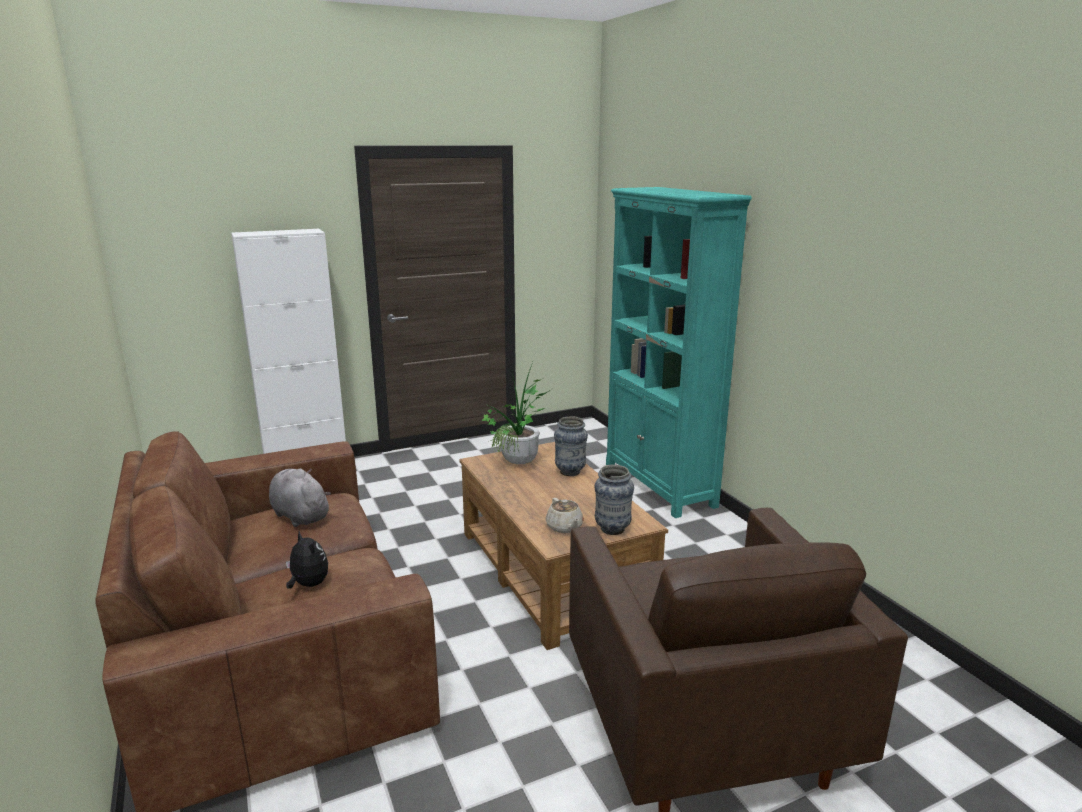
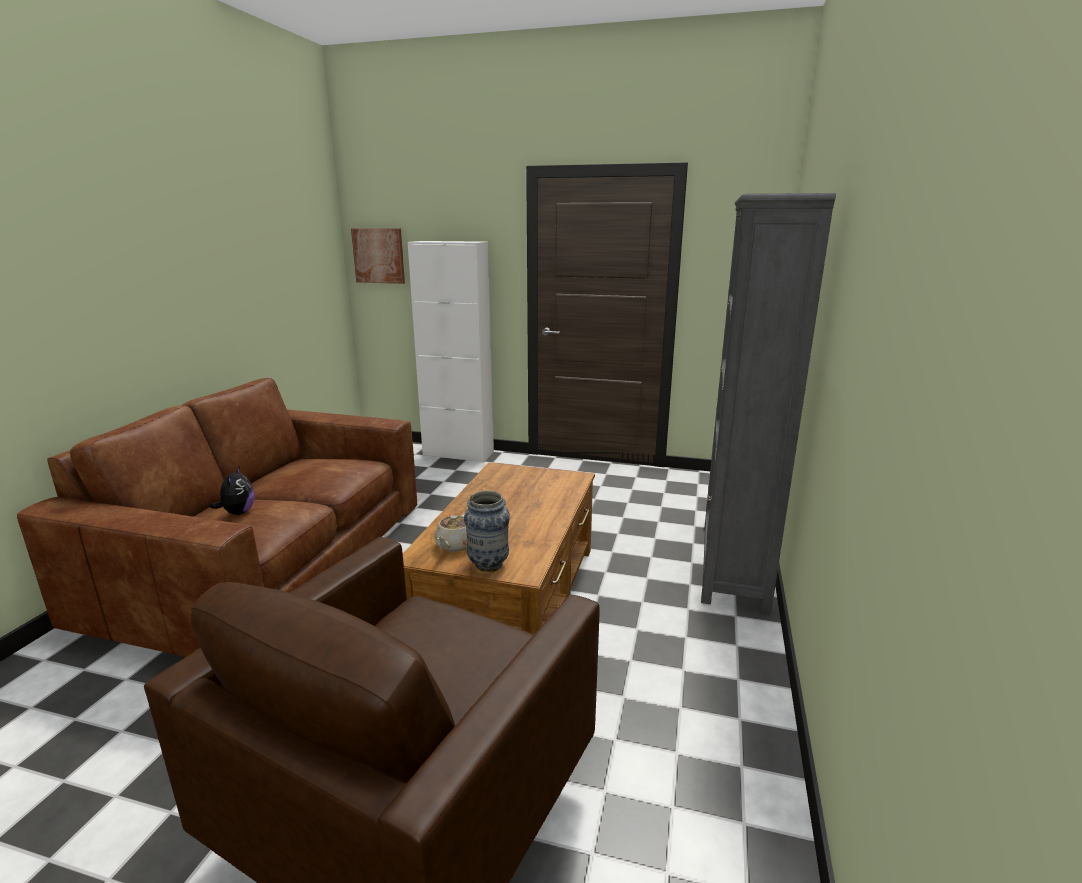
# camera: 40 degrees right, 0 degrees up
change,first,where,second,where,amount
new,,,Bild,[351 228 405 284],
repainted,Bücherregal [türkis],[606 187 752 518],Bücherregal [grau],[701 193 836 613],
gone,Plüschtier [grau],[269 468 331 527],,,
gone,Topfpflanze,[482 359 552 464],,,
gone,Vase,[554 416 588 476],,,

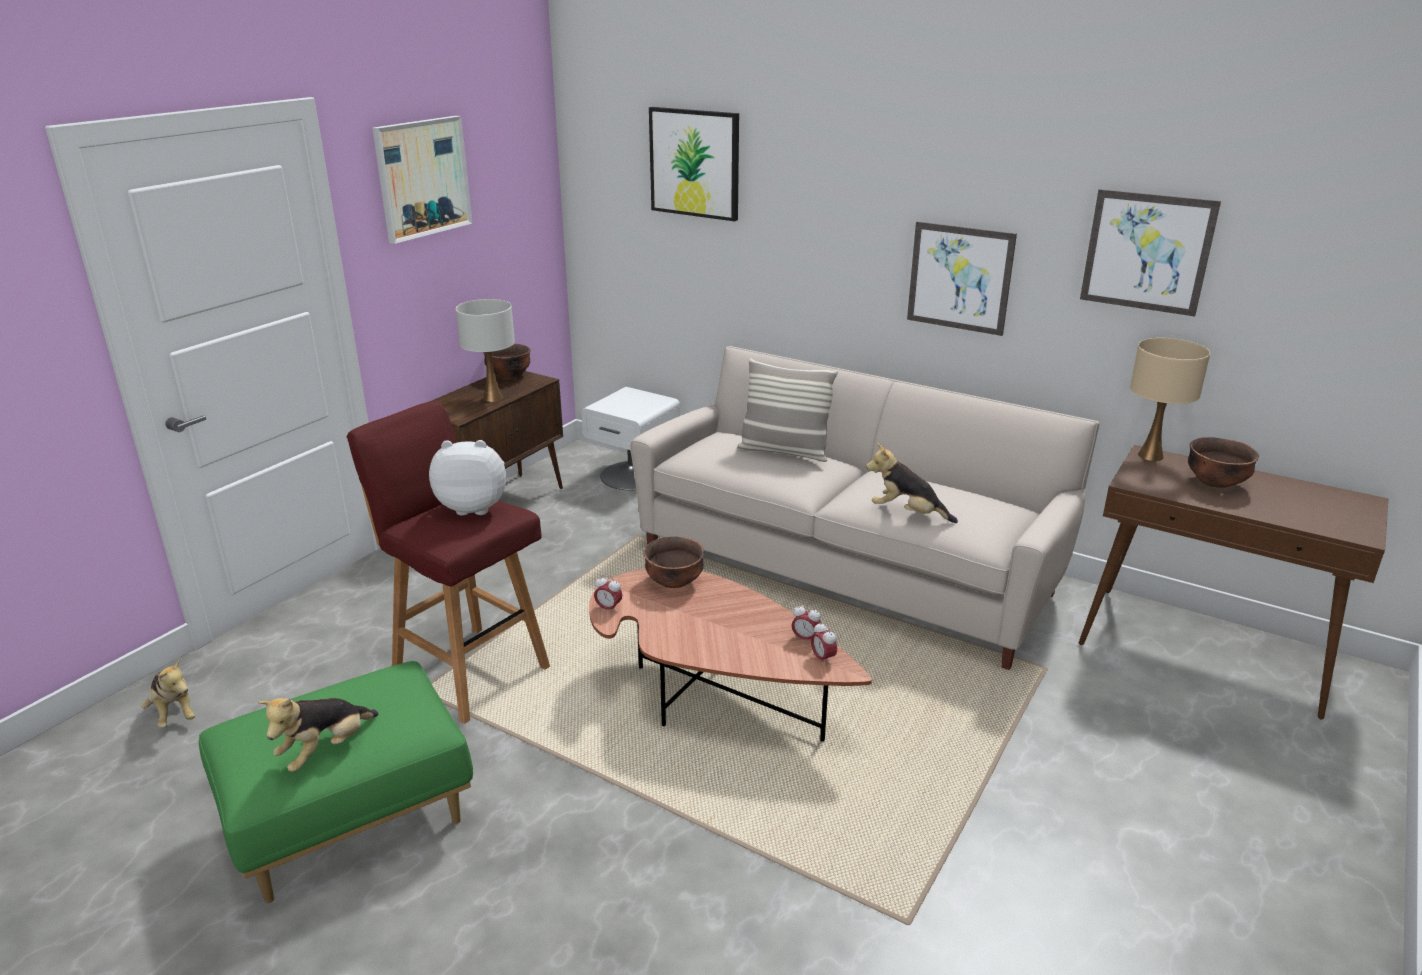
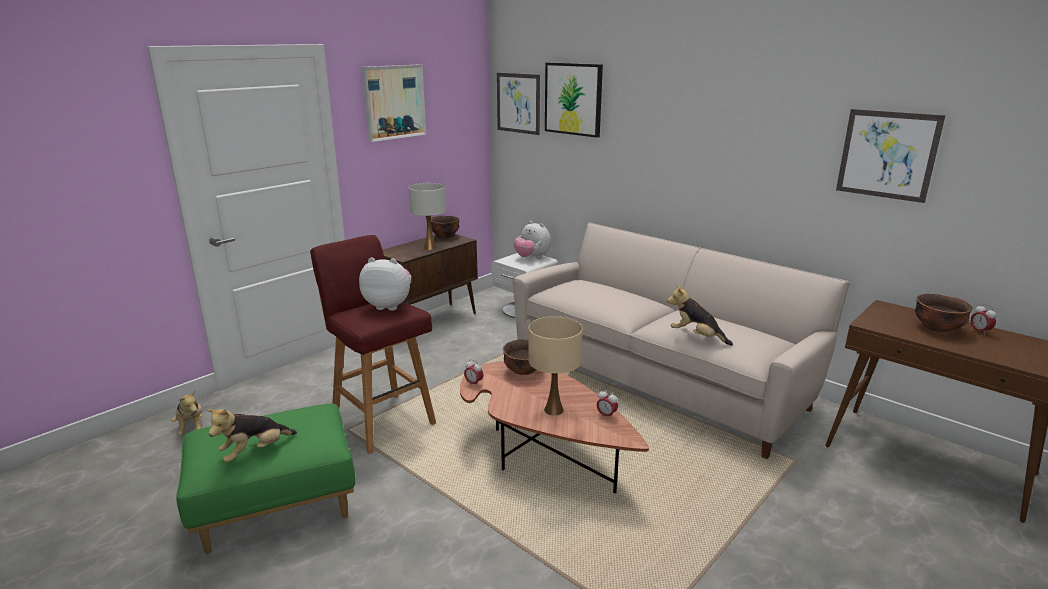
# camera: 10 degrees right, 5 degrees down
change,first,where,second,where,amount
shifted,Bild,[907 221 1017 336],,[497 73 540 135],
new,,,Plüschtier,[513 221 551 258],
shifted,Tischlampe [beige],[1130 338 1210 461],,[528 316 583 416],
shifted,Wecker,[811 622 837 666],,[971 304 997 334],
gone,Kissen,[737 358 838 462],,,

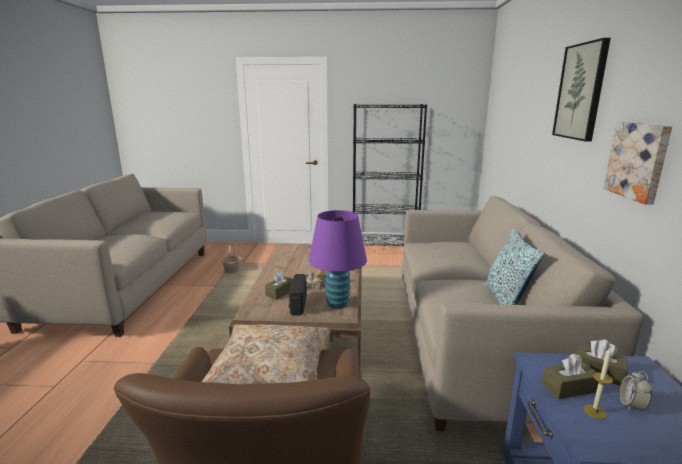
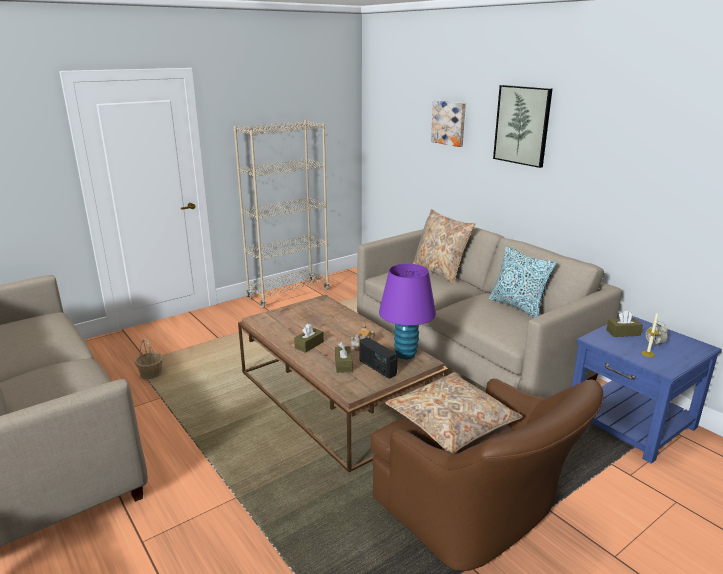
# camera: 40 degrees left, 5 degrees up
change,first,where,second,where,amount
repainted,Bücherregal [schwarz],[353 104 427 246],Bücherregal [beige],[234 120 329 308],
shifted,Taschentuchbox [braun],[542 353 599 399],,[294 324 324 353],
new,,,Kissen [beige],[412 209 475 284],
shifted,Bild,[603 122 672 205],,[431 100 466 147],

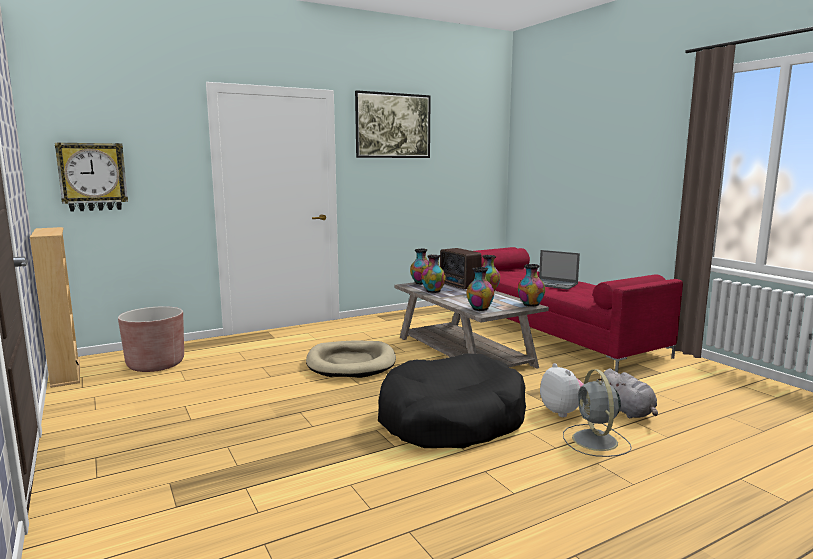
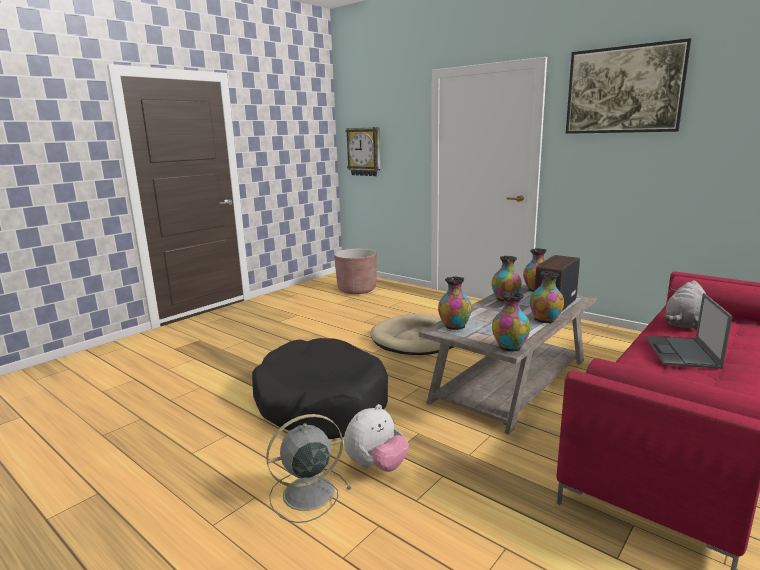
# camera: 70 degrees right, 5 degrees up
change,first,where,second,where,amount
shifted,Plüschtier [grau],[597 369 658 418],,[664 280 707 330],
gone,Bücherregal [beige],[30 227 80 388],,,

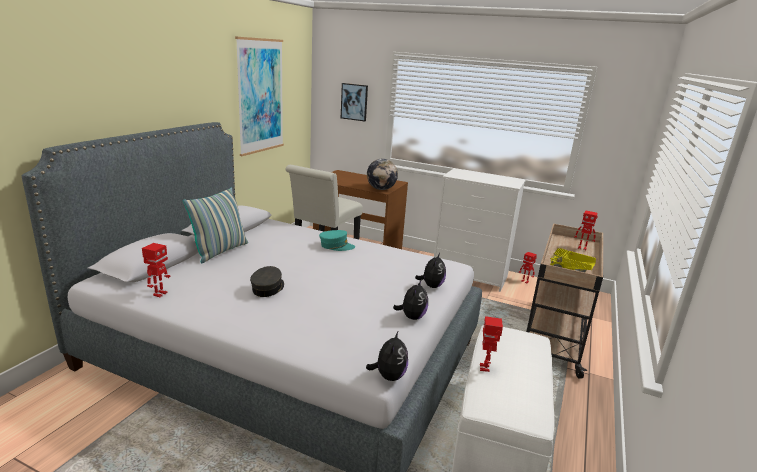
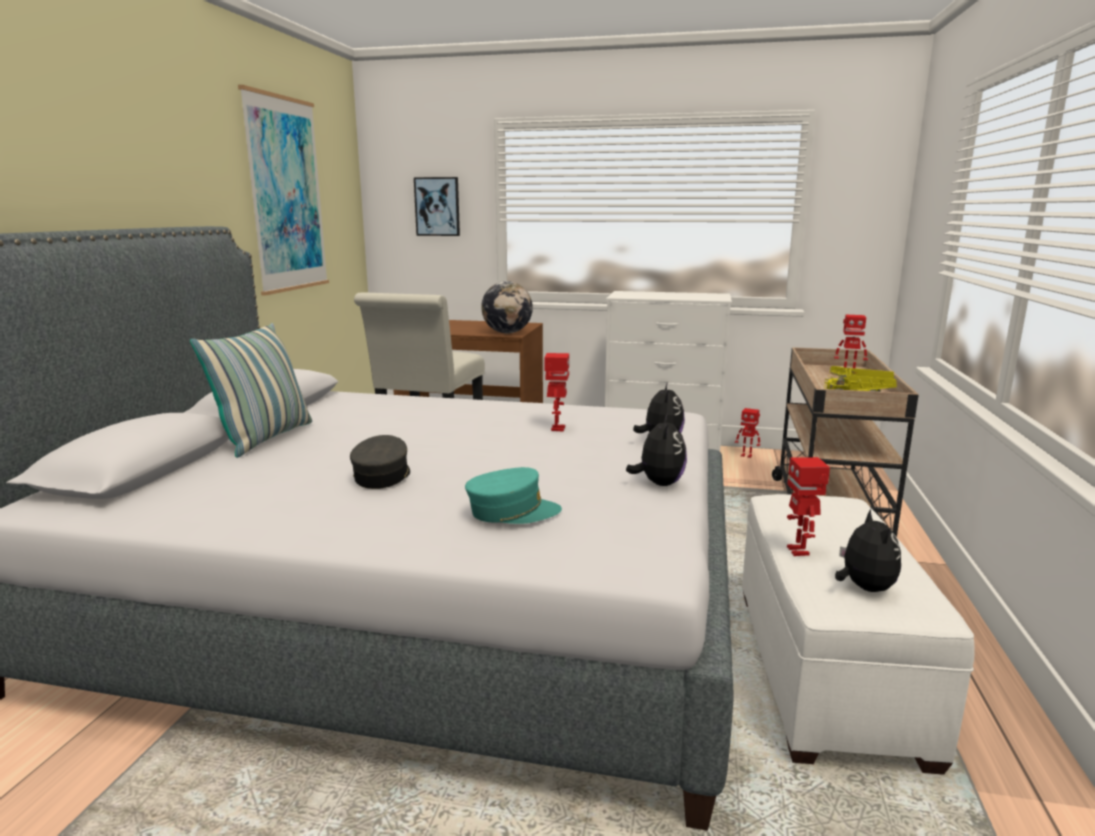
# camera: 10 degrees left, 5 degrees down
change,first,where,second,where,amount
shifted,Kappe [türkis],[319 230 355 251],,[465 467 562 524],
shifted,Spielzeugroboter,[142 243 170 297],,[544 353 570 432],
shifted,Plüschtier,[366 330 408 381],,[835 509 901 592],

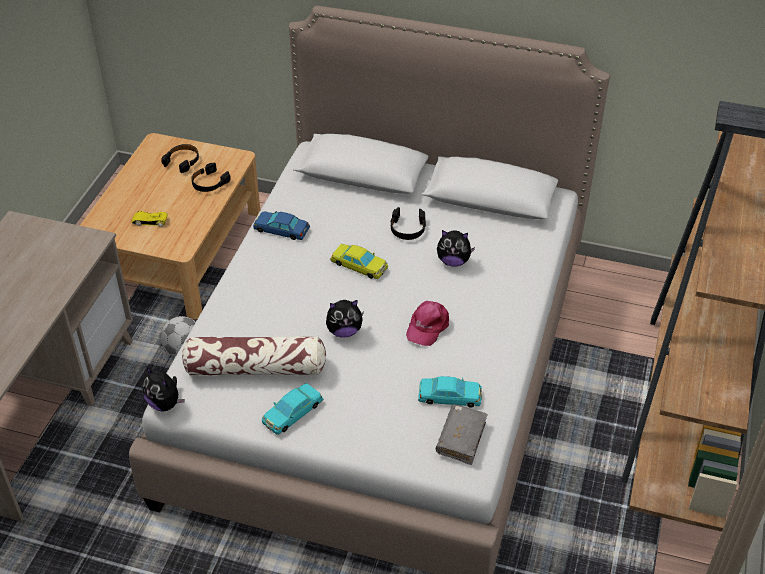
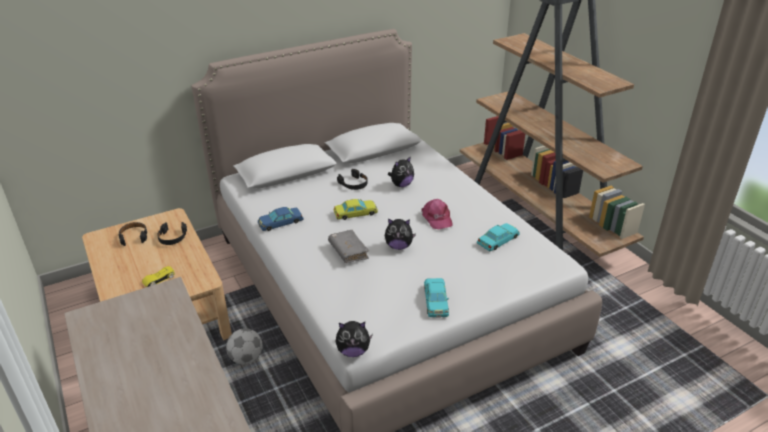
# camera: 45 degrees left, 10 degrees down
change,first,where,second,where,amount
shifted,Buch [grau],[436 404 488 465],,[328 230 369 263],
rotated,Plüschtier,[326 300 364 337],,[385 218 416 250],60 degrees clockwise
gone,Kissen,[182 336 326 375],,,

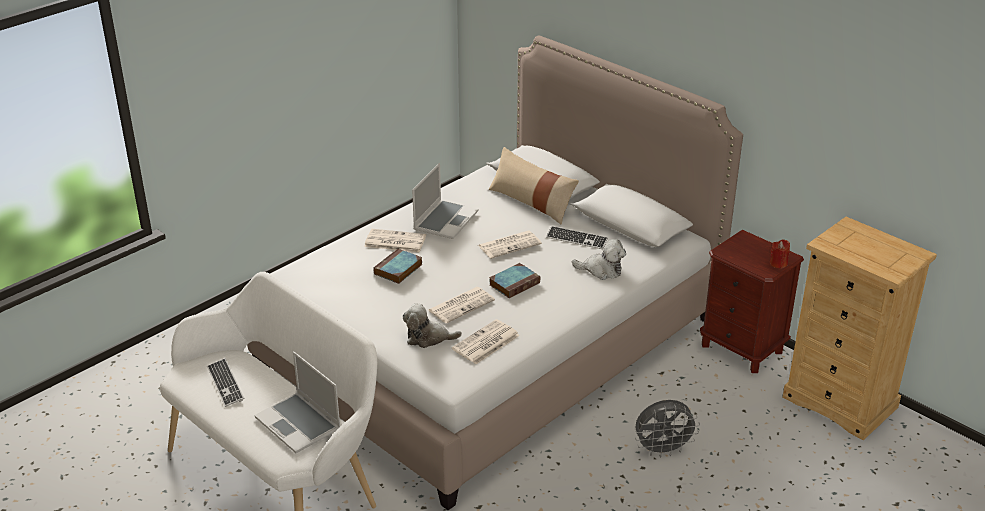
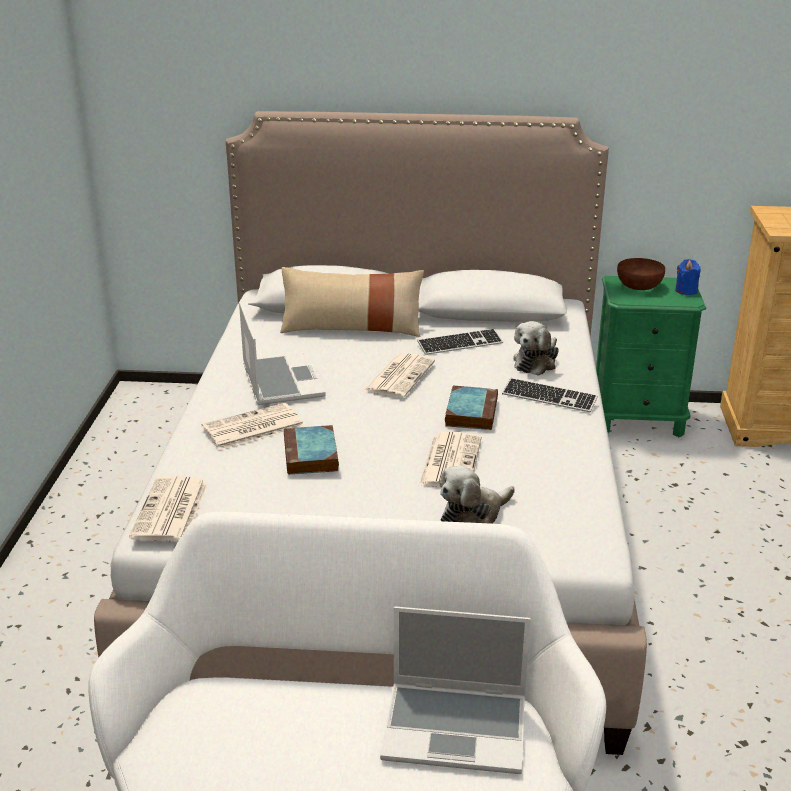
# camera: 40 degrees left, 5 degrees down
change,first,where,second,where,amount
shifted,Zeitung,[452 319 520 364],,[129 476 208 542],
shifted,Tastatur,[207 358 244 407],,[502 378 598 412],
rotated,Plüschtier,[572 239 626 280],,[513 321 559 376],150 degrees clockwise
repainted,Nachttisch [braun],[700 230 804 373],Nachttisch [grün],[596 276 706 438],
new,,,Schüssel [braun],[617 258 665 290],
repainted,Kerze [rot],[770 239 790 269],Kerze [blau],[675 259 701 295],
gone,Ventilator [grau],[635 400 700 457],,,

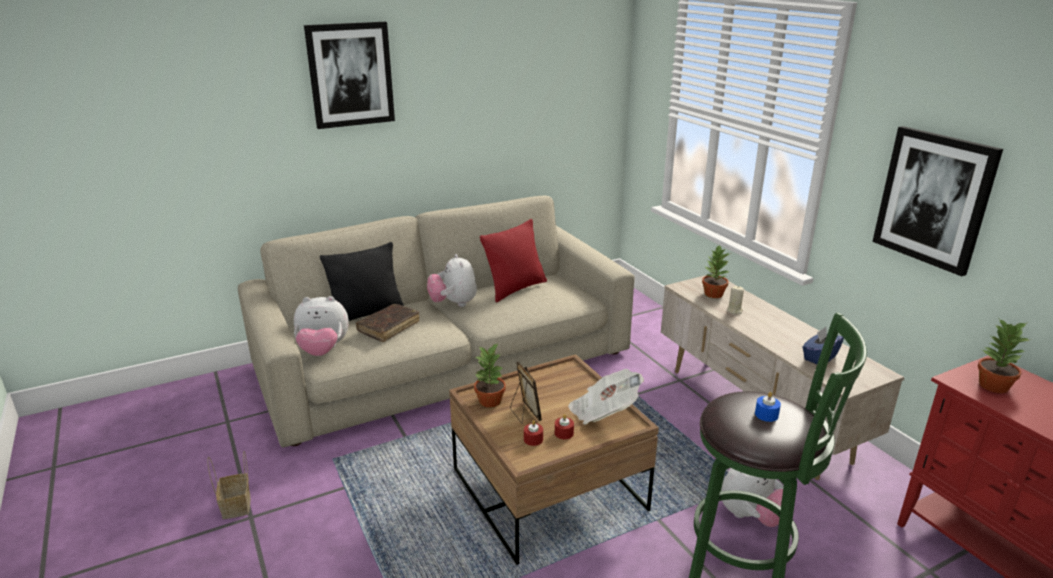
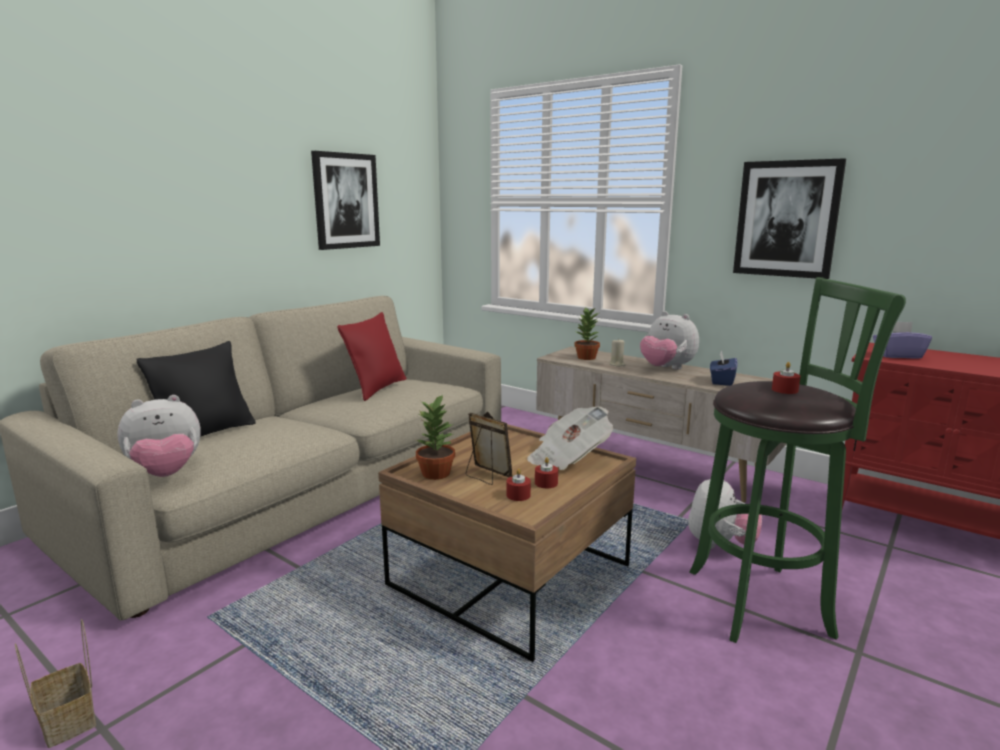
# camera: 25 degrees left, 10 degrees down
change,first,where,second,where,amount
shifted,Bild,[304 22 395 129],,[311 151 380 250],
shifted,Plüschtier,[427 254 477 307],,[640 311 699 369],
repainted,Kerze [blau],[755 392 781 422],Kerze [rot],[772 362 800 394],
swapped,Topfpflanze,[978 319 1029 393],Taschentuchbox [lila],[873 322 932 359],
gone,Buch [braun],[356 304 419 342],,,

